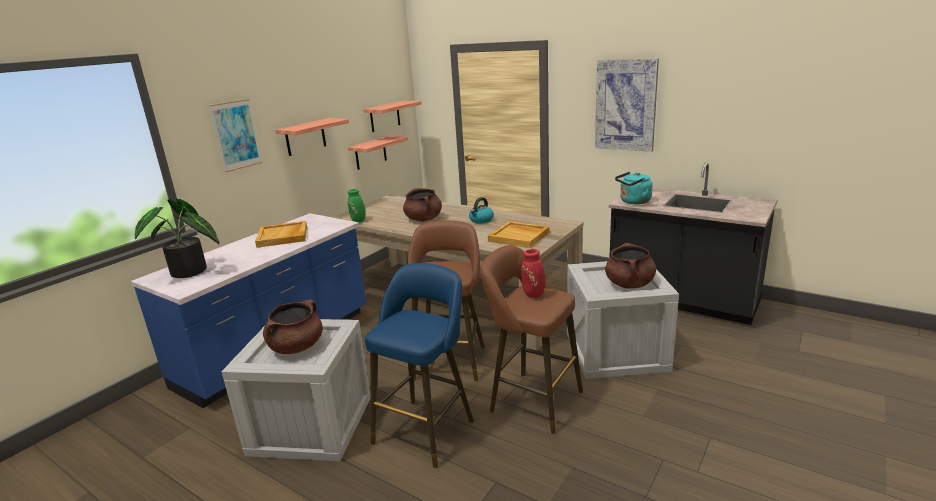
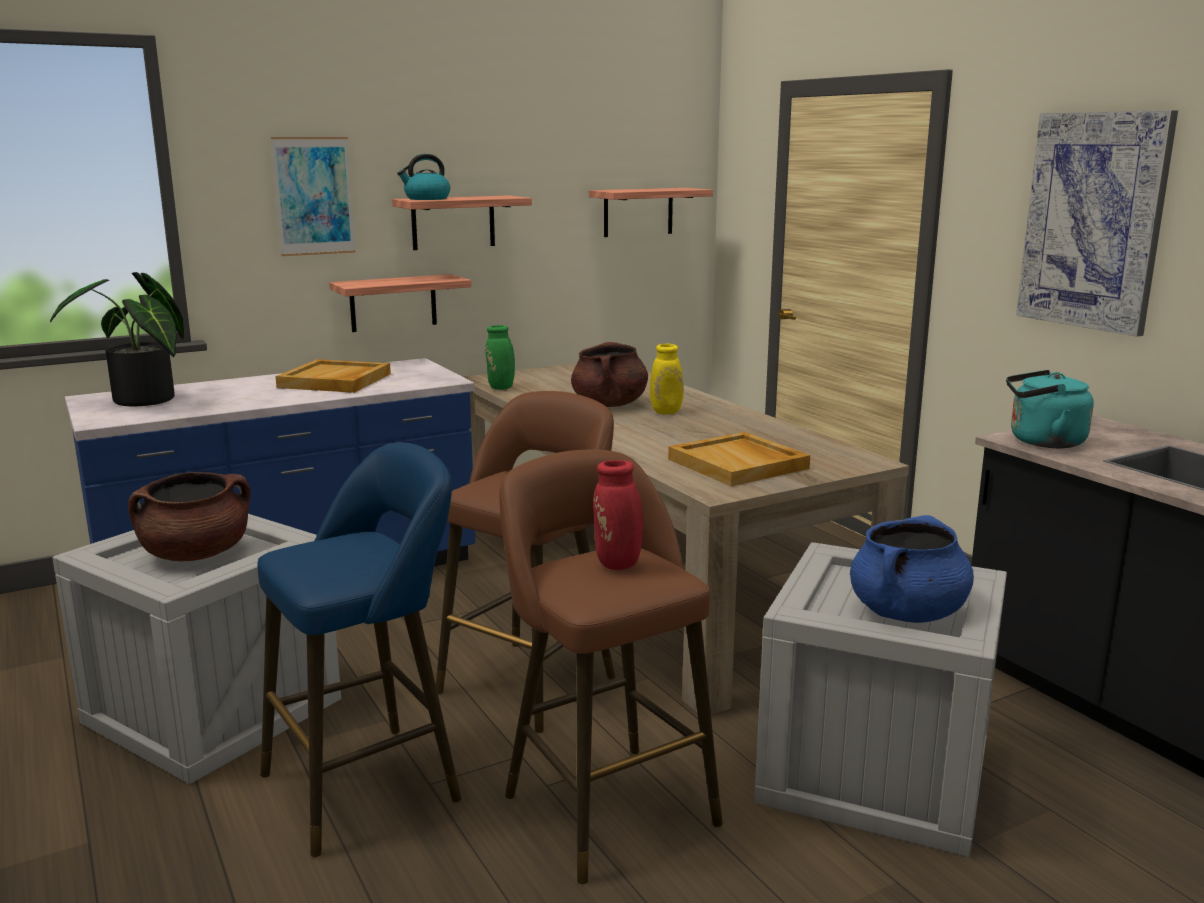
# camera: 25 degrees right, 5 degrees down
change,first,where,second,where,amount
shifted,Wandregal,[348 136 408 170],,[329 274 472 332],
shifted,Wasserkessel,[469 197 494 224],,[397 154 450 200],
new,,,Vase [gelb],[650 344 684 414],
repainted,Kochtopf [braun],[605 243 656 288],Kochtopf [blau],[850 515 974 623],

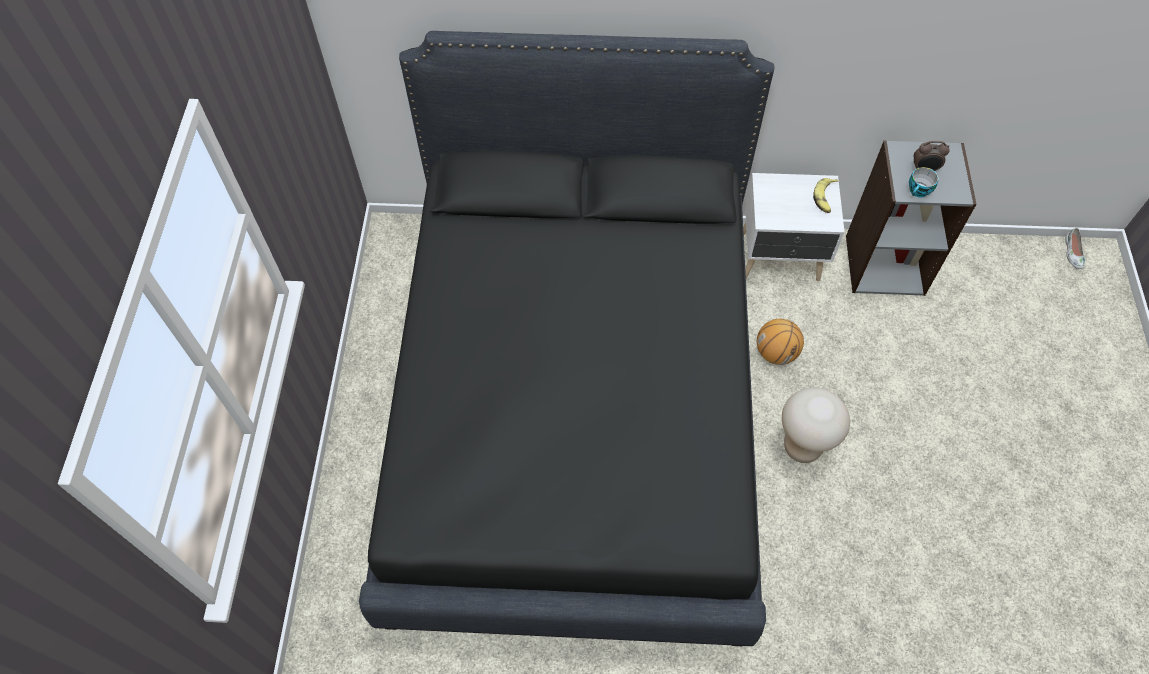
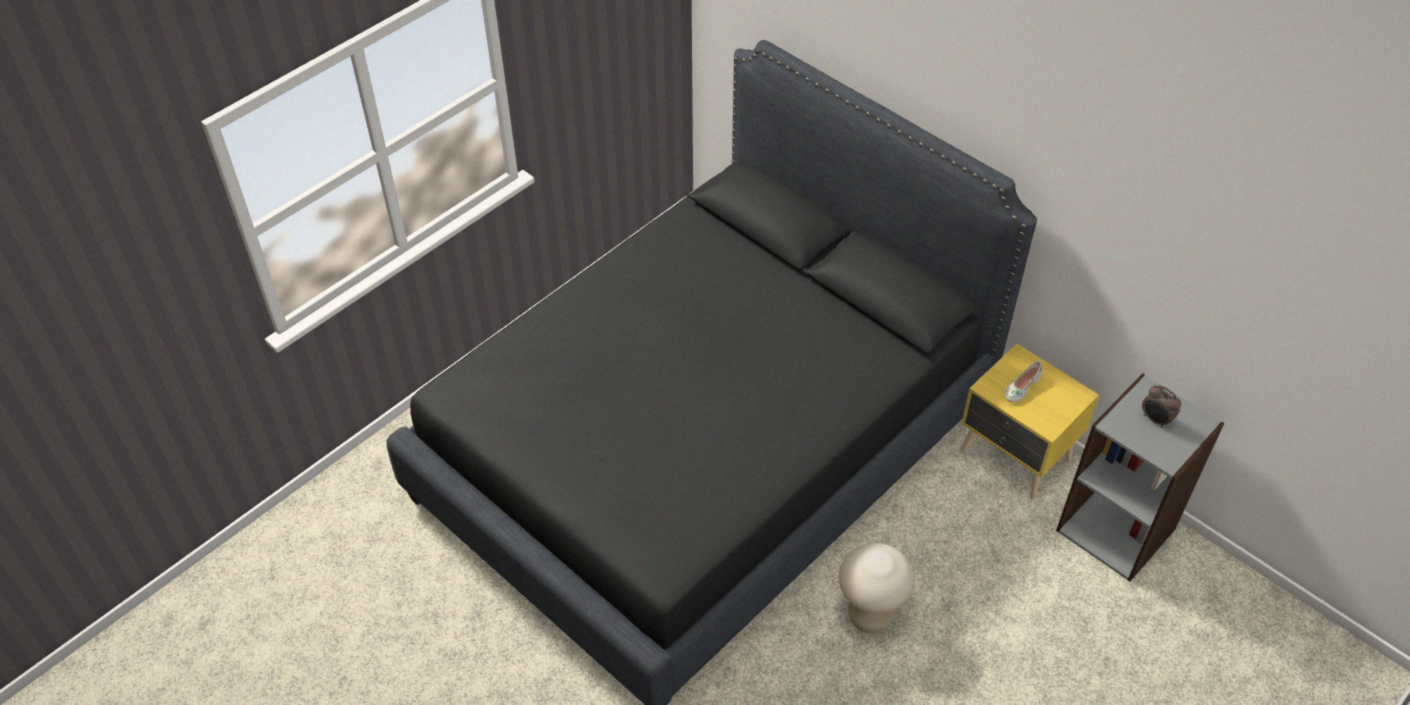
# camera: 40 degrees right, 10 degrees down
change,first,where,second,where,amount
repainted,Nachttisch [weiß],[743 173 845 281],Nachttisch [gelb],[961 344 1099 500],
shifted,Schuh [weiß],[1065 228 1085 269],,[1004 361 1042 402],
gone,Basketball,[757 319 804 365],,,
gone,Banane,[813 178 838 213],,,
gone,Tasse,[909 167 939 198],,,

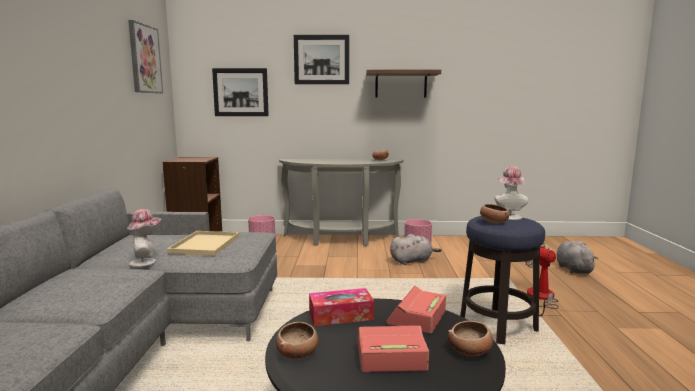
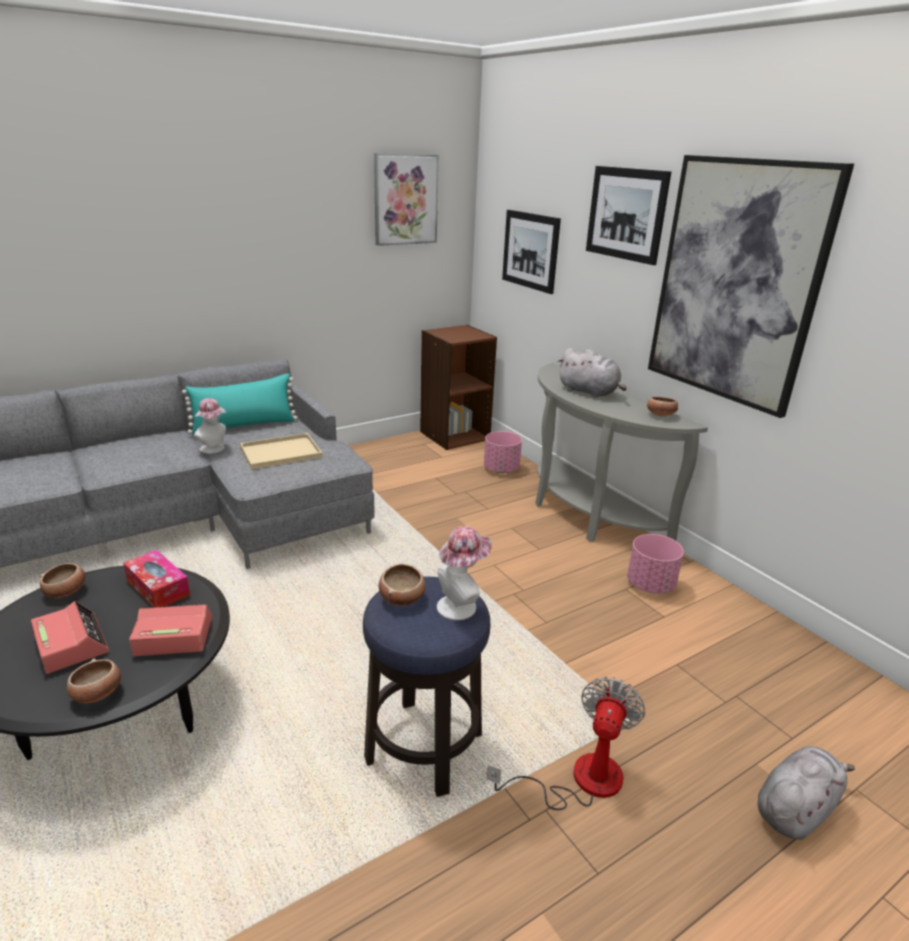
# camera: 55 degrees right, 15 degrees up
change,first,where,second,where,amount
new,,,Kissen [türkis],[182 373 298 434],
shifted,Plüschtier [grau],[390 234 442 265],,[558 348 627 398],
swapped,Wandregal,[366 70 441 97],Bild,[648 155 854 418],

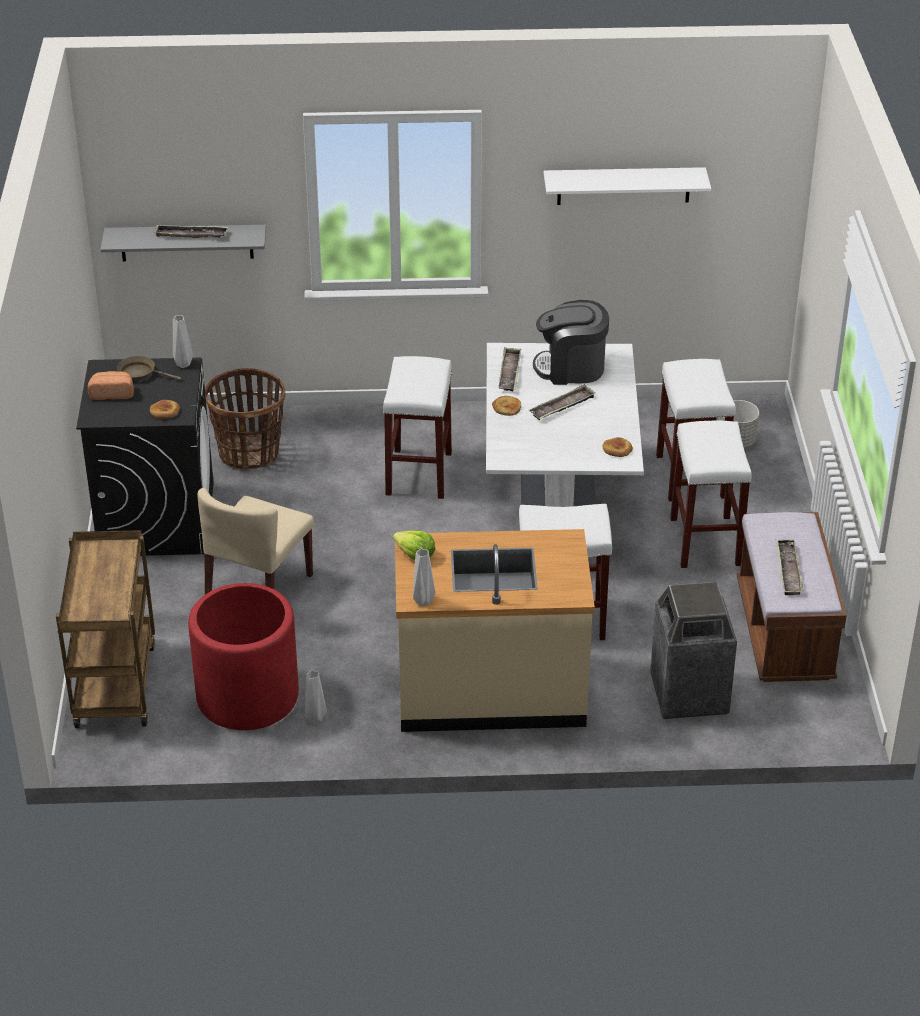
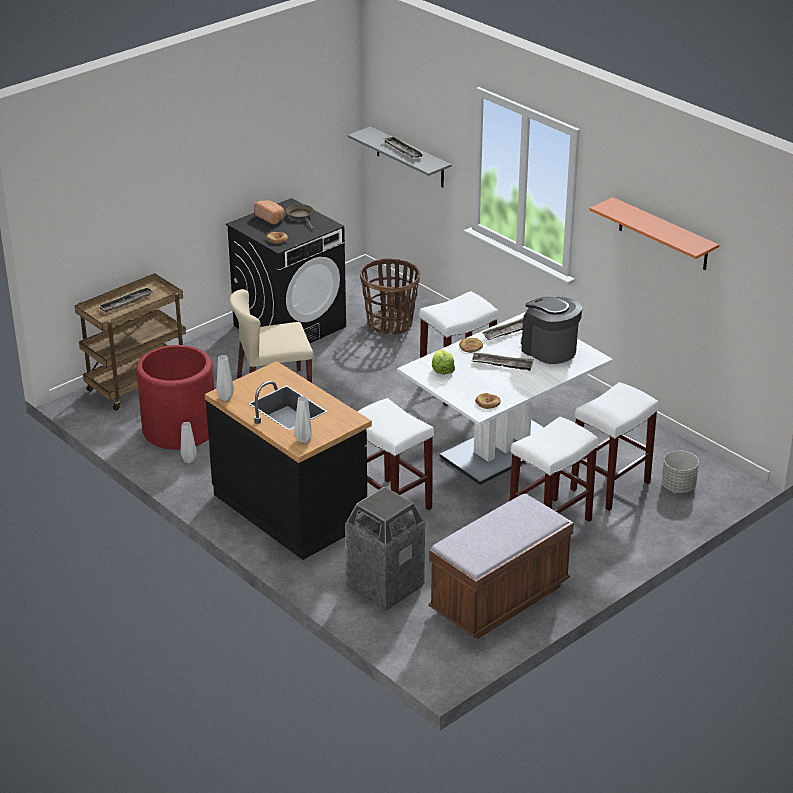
# camera: 50 degrees right, 5 degrees down
change,first,where,second,where,amount
shifted,Tablett,[775 539 804 595],,[98 286 154 313],
repainted,Küchenzeile [beige],[395 529 595 732],Küchenzeile [schwarz],[205 361 372 560],
shifted,Vase [grau],[173 315 193 368],,[294 396 312 443],
shifted,Salatkopf,[393 531 435 560],,[432 349 455 374],
repainted,Wandregal [weiß],[544 167 711 205],Wandregal [orange],[590 197 719 270],

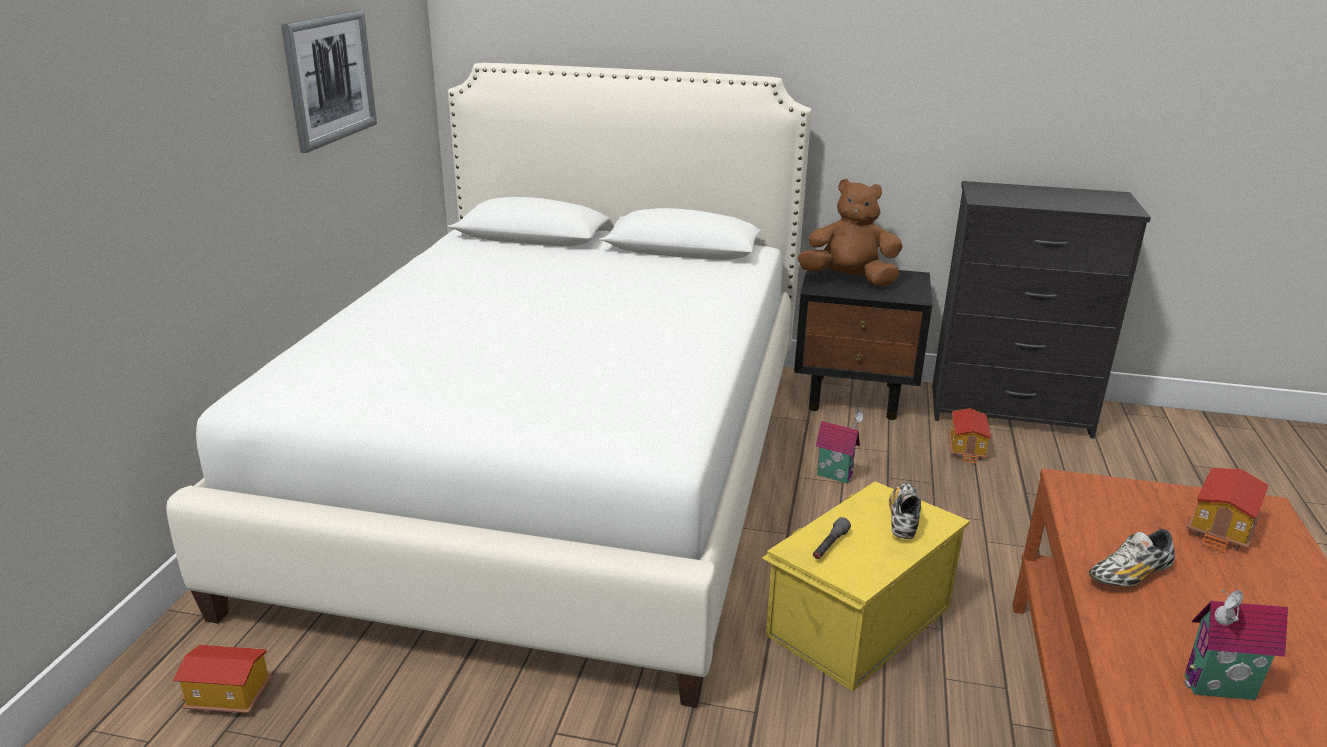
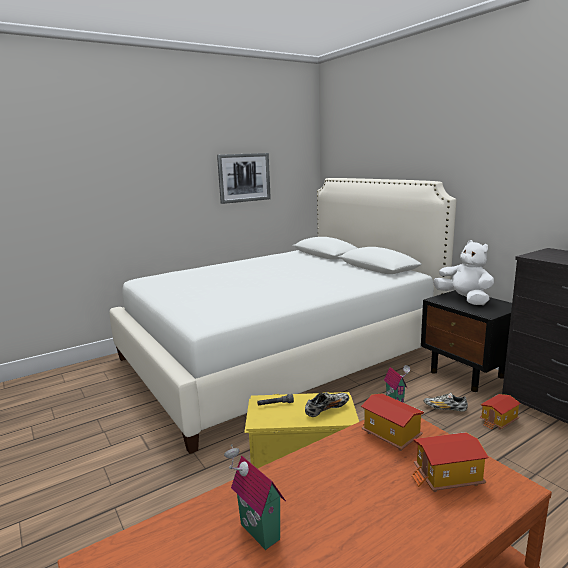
# camera: 45 degrees right, 10 degrees down
change,first,where,second,where,amount
shifted,Spielzeughaus,[173 645 272 714],,[361 393 424 451],
shifted,Schuh,[1089 529 1175 587],,[424 393 468 412],
repainted,Plüschtier [braun],[798 179 902 286],Plüschtier [weiß],[433 240 494 305],

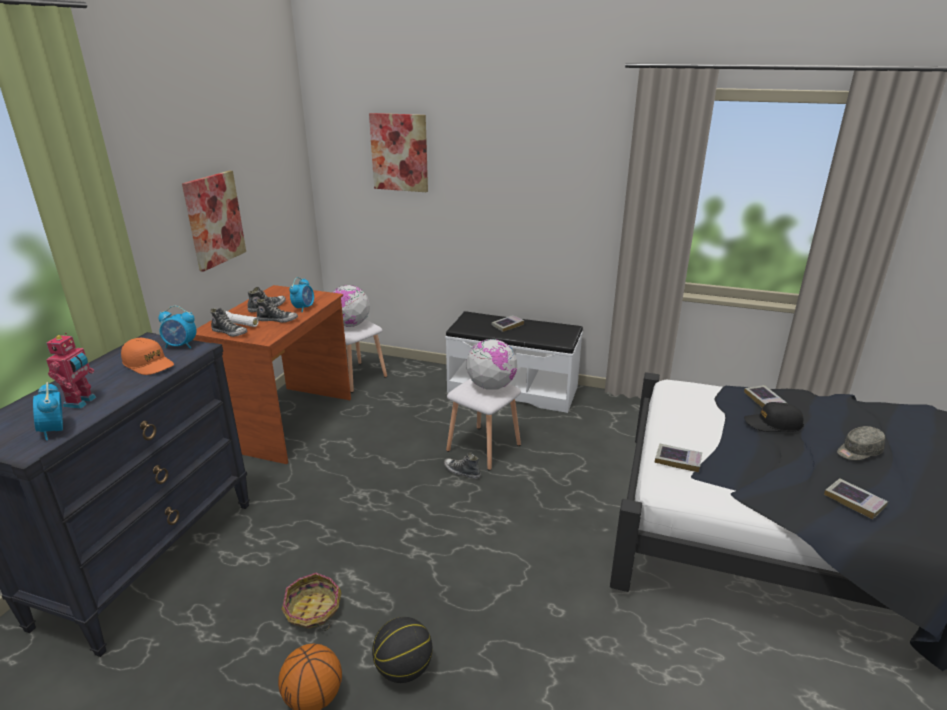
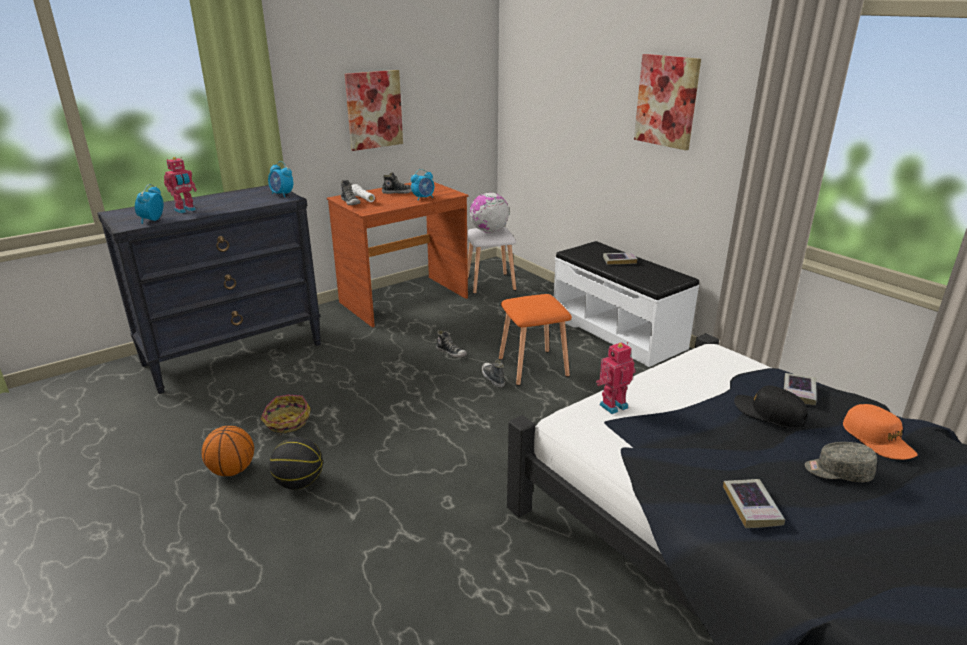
# camera: 35 degrees right, 0 degrees up
change,first,where,second,where,amount
shifted,Schuh,[256 297 298 323],,[436 330 467 358],
repainted,Hocker [weiß],[446 378 521 471],Hocker [orange],[499 294 572 386],
swapped,Buch,[655 443 702 472],Spielzeugroboter,[596 342 636 414],
shifted,Bild,[369 113 428 192],,[634 54 701 150],
shifted,Kappe [orange],[121 338 174 375],,[843 404 918 460],
gone,Globus,[467 339 518 390],,,

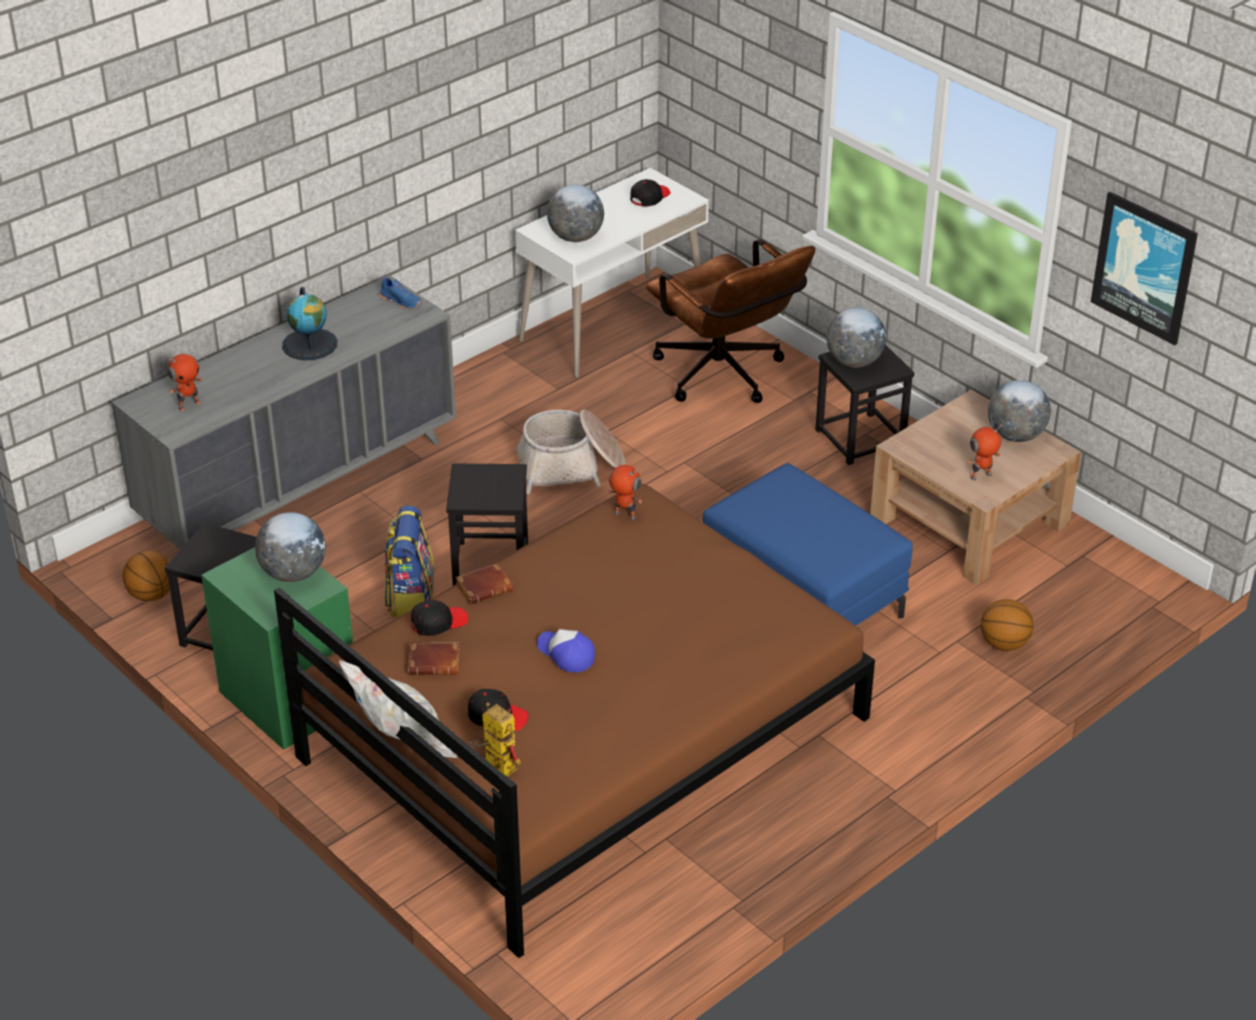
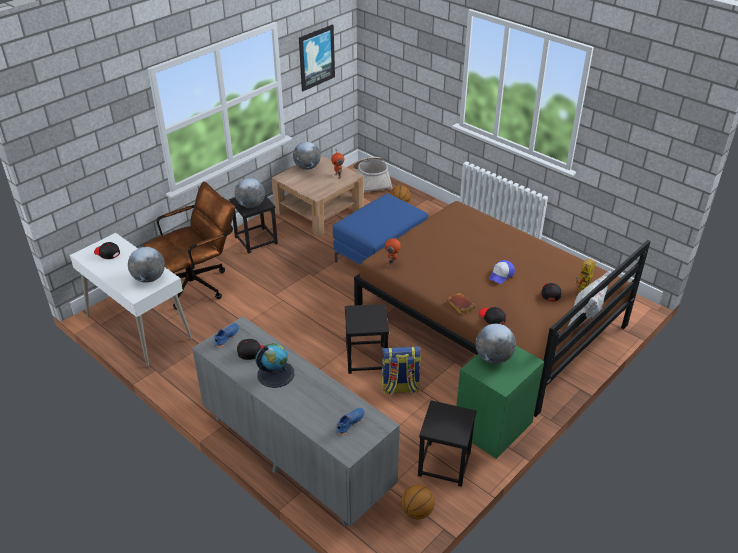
# camera: 95 degrees left, 0 degrees up
change,first,where,second,where,amount
new,,,Kappe [schwarz],[237 339 264 360],
swapped,Spielzeugroboter,[165 354 203 411],Schuh [blau],[335 408 365 436],
shifted,Korb,[516 409 626 494],,[353 157 393 194],
gone,Buch [braun],[408 643 459 675],,,

